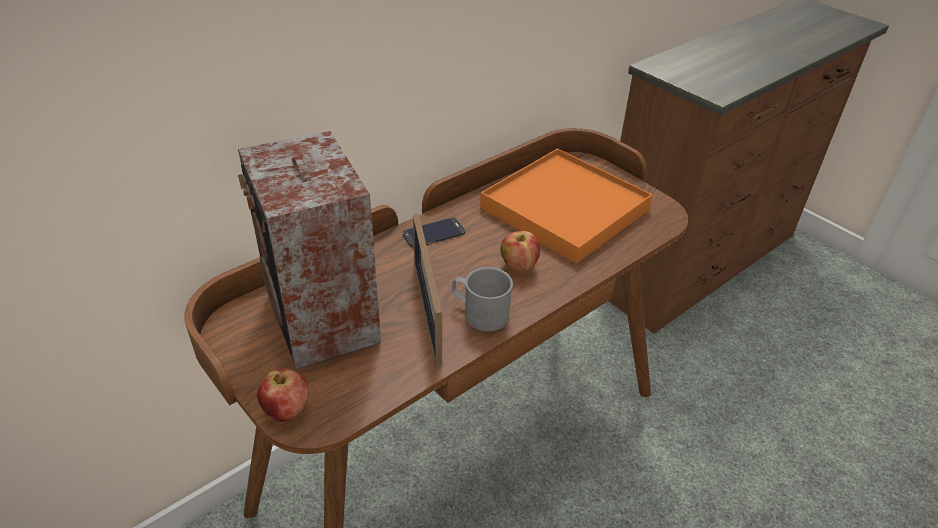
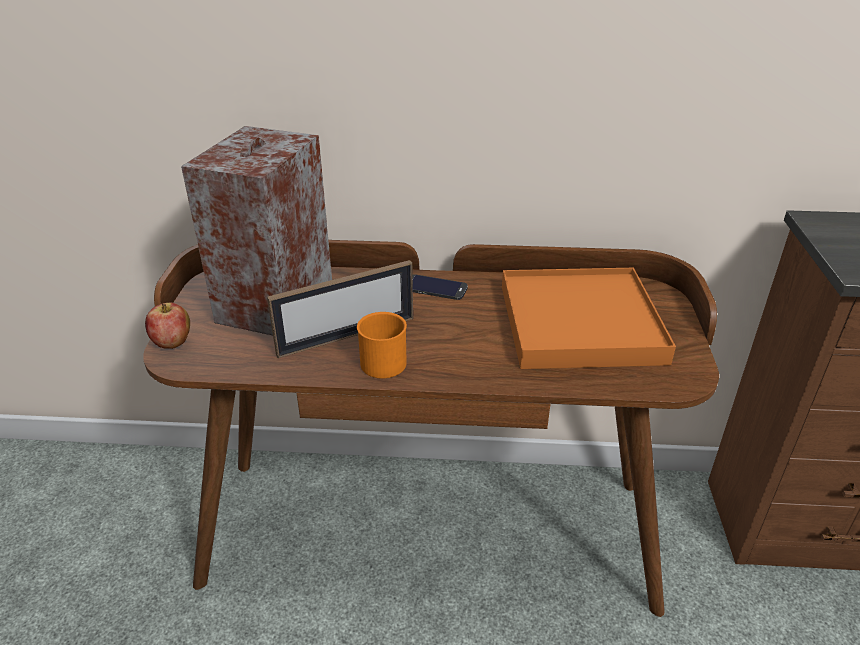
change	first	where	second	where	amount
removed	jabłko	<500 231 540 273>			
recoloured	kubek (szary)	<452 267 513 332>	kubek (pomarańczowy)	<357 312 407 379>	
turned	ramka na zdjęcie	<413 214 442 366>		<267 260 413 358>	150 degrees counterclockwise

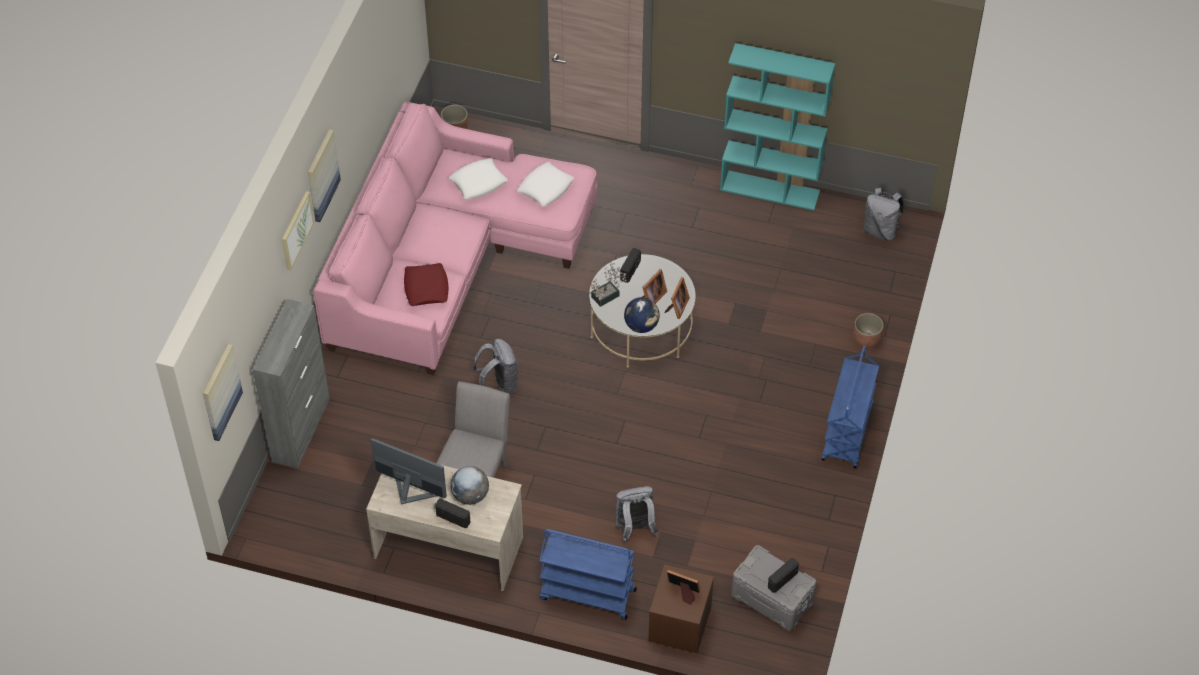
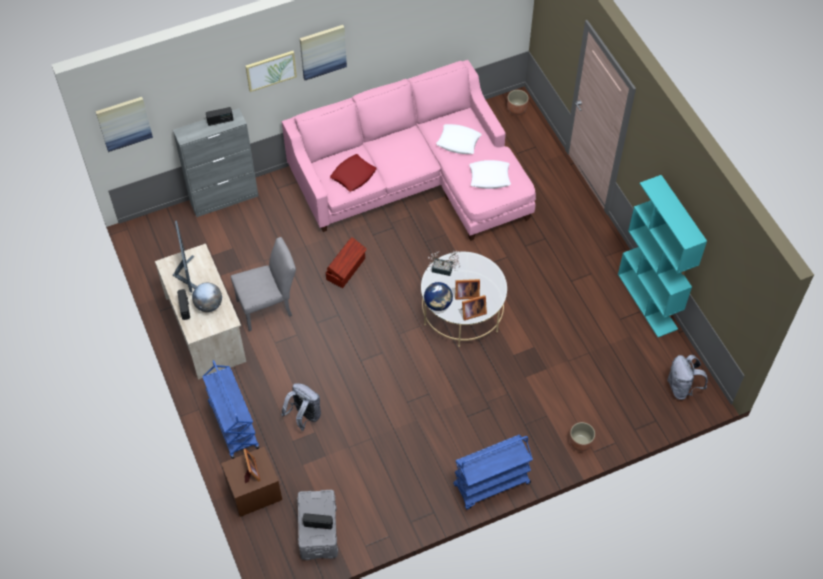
change	first	where	second	where	amount
moved	radio	<620 248 641 283>		<206 107 233 126>	
replaced	plecak (szary)	<473 339 519 394>	pojemnik do przechowywania (brązowy)	<326 237 367 288>	

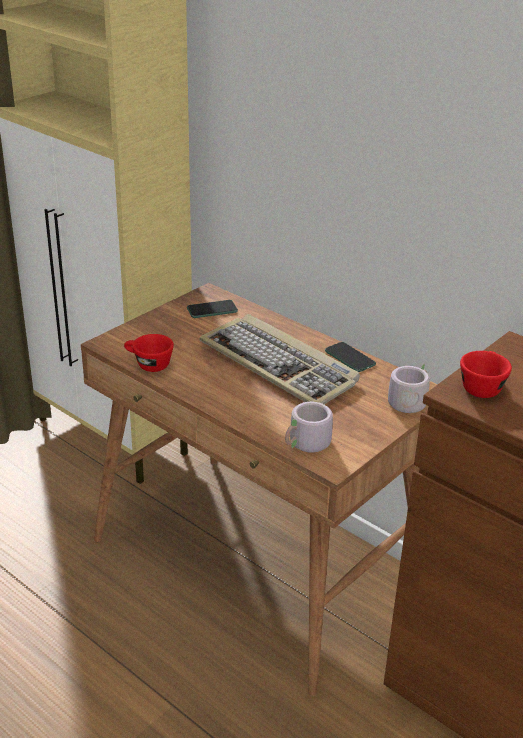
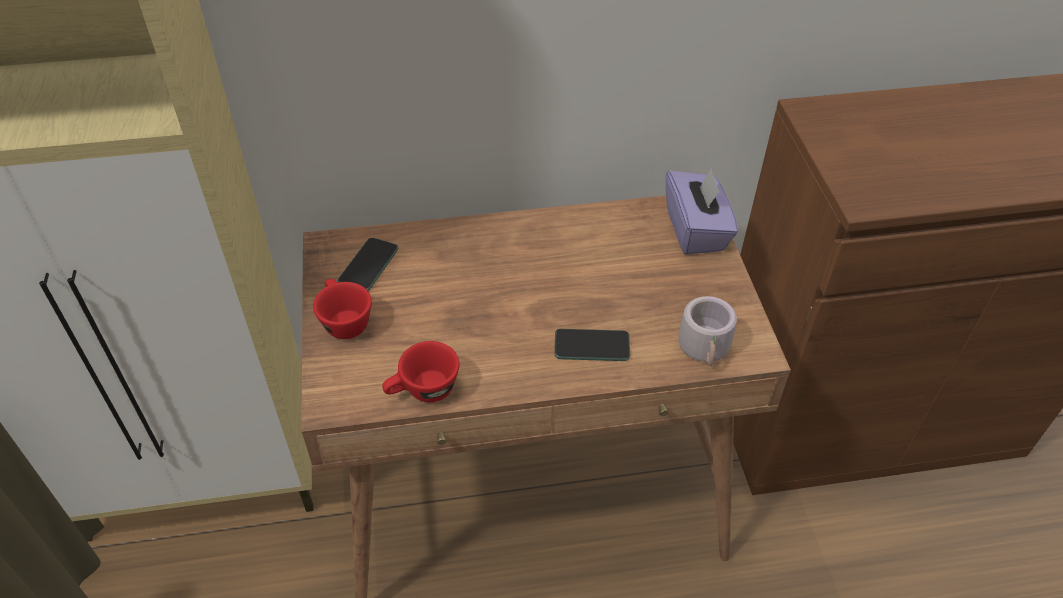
change	first	where	second	where	amount
removed	klawiatura	<200 314 360 405>			
moved	telefon	<325 342 376 372>		<555 329 630 361>	
moved	filiżanka (czerwony)	<460 351 512 398>		<313 279 372 339>	
replaced	kubek (szary)	<378 364 430 413>	pudełko chusteczek (fioletowy)	<666 167 738 255>	

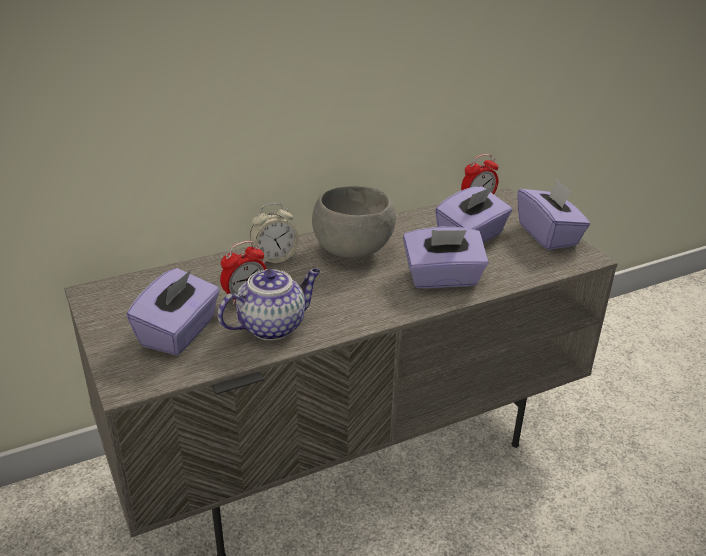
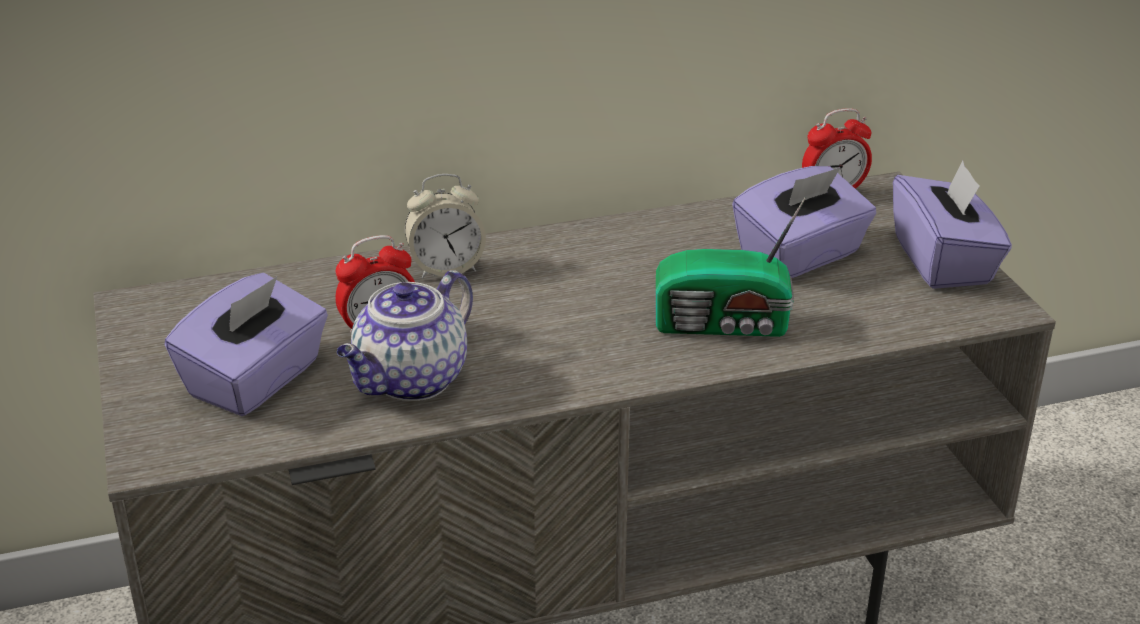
change	first	where	second	where	amount
removed	miska (szary)	<312 186 396 259>			
replaced	pudełko chusteczek (fioletowy)	<403 227 489 289>	radio	<656 197 806 337>	
turned	imbryk	<217 269 320 340>		<337 271 473 401>	150 degrees clockwise

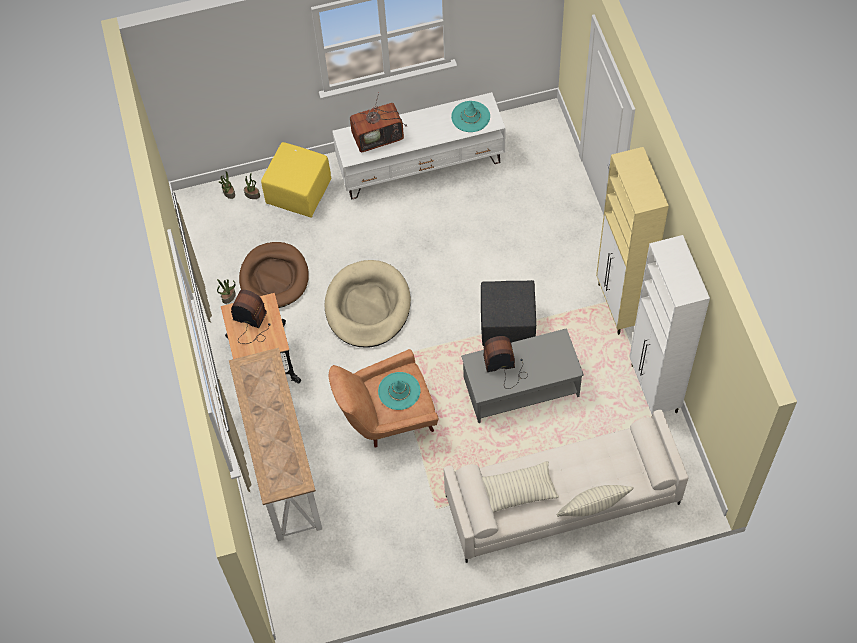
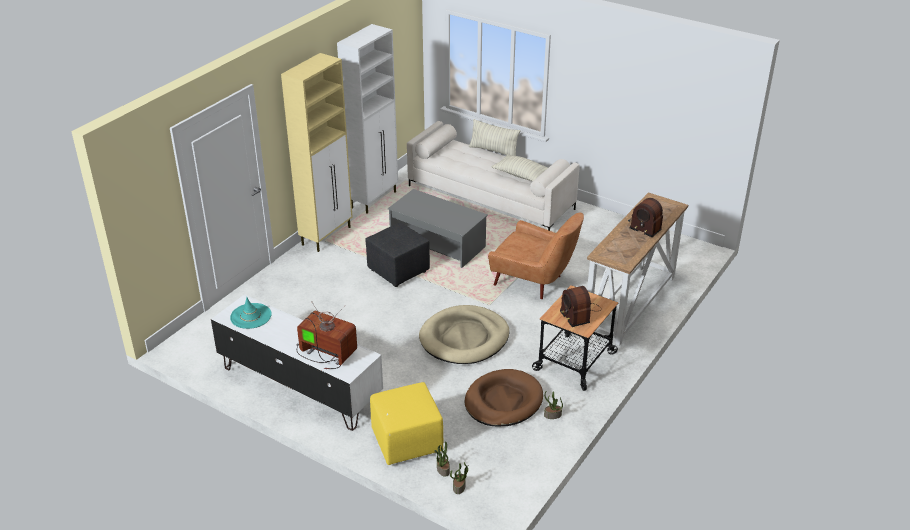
change	first	where	second	where	amount
removed	kapelusz (turkusowy)	<378 372 420 410>			
moved	radio	<483 336 528 389>		<628 198 663 237>	

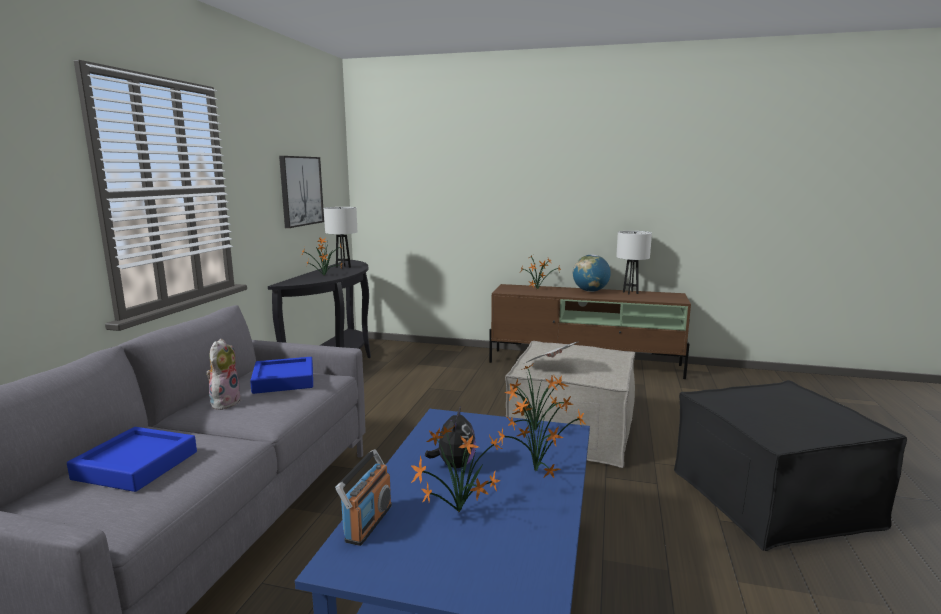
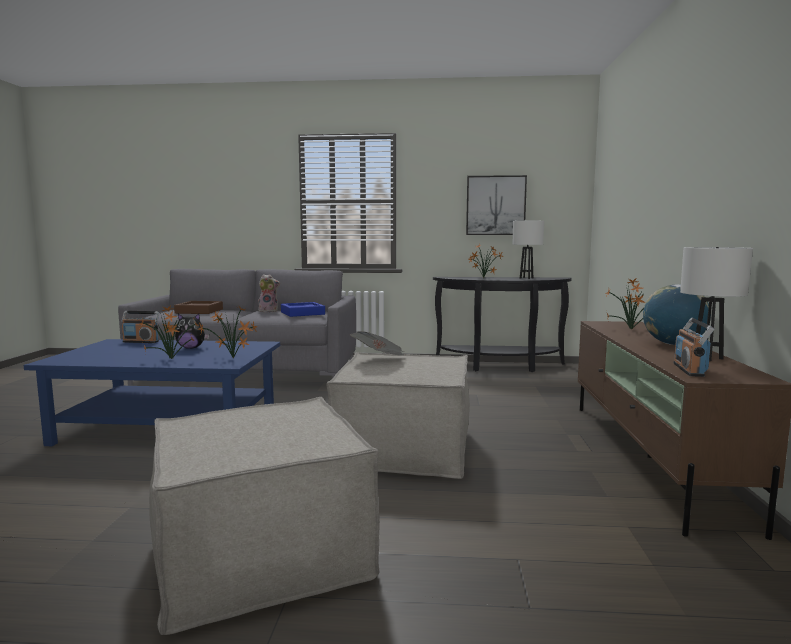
change	first	where	second	where	amount
removed	roślina doniczkowa	<411 425 503 512>			
added			radio	<674 318 715 377>	
recoloured	taca (niebieski)	<67 427 197 492>	taca (brązowy)	<174 301 223 314>	
recoloured	pufa (czarny)	<674 380 907 551>	pufa (beżowy)	<149 397 380 635>	

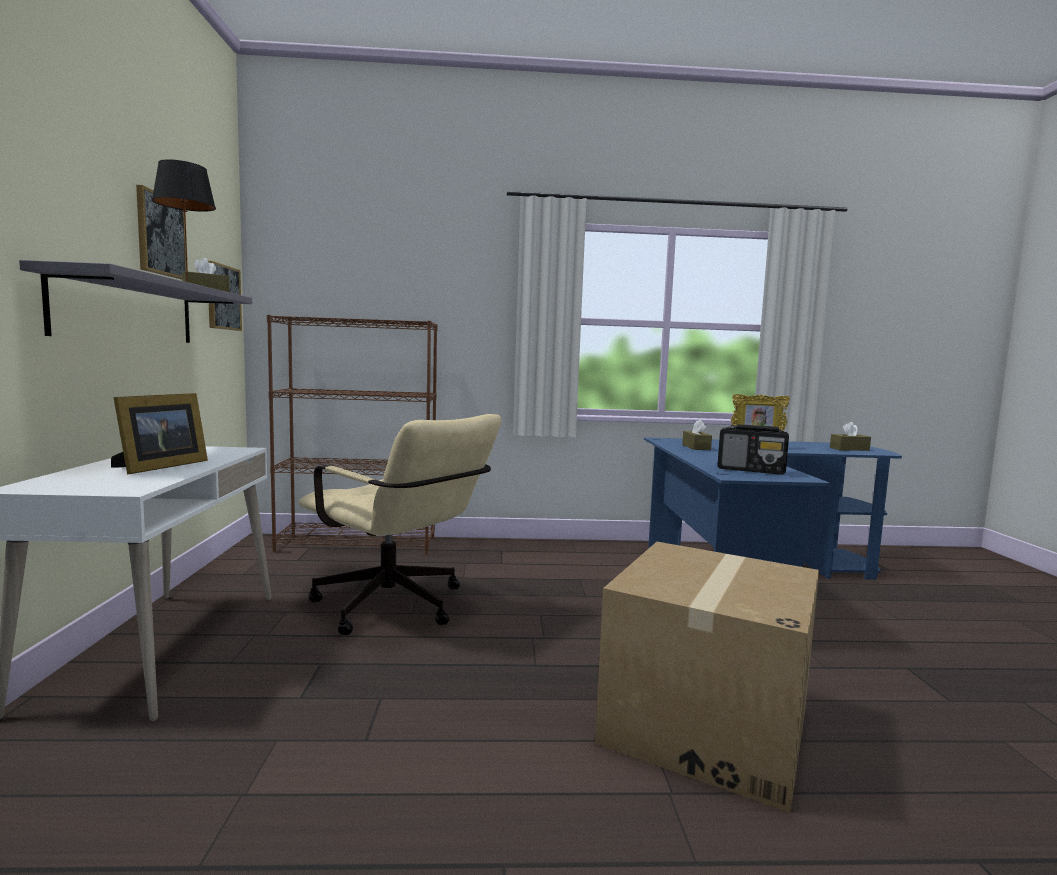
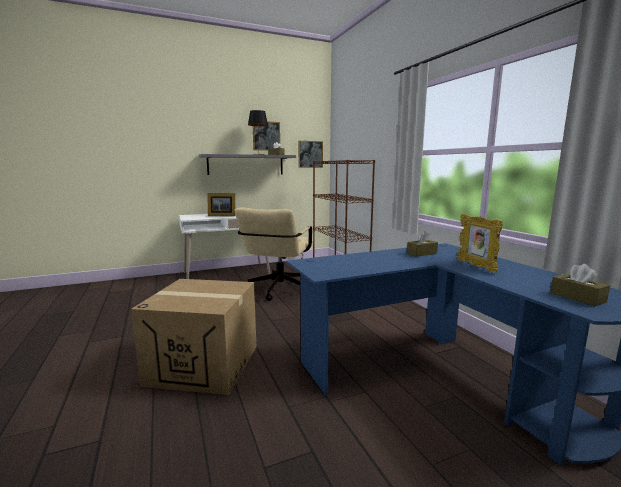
change	first	where	second	where	amount
removed	radio	<718 424 789 475>			

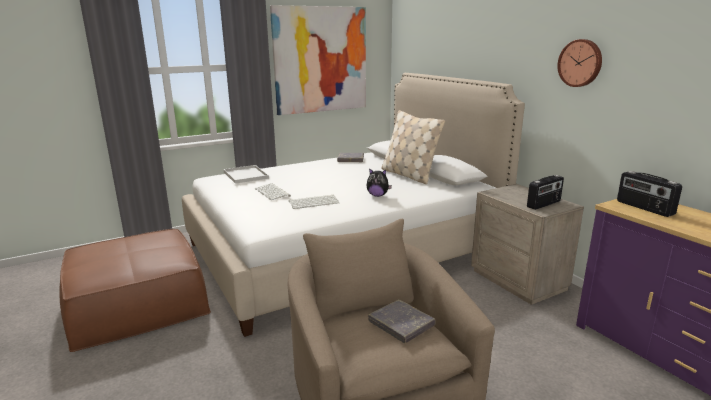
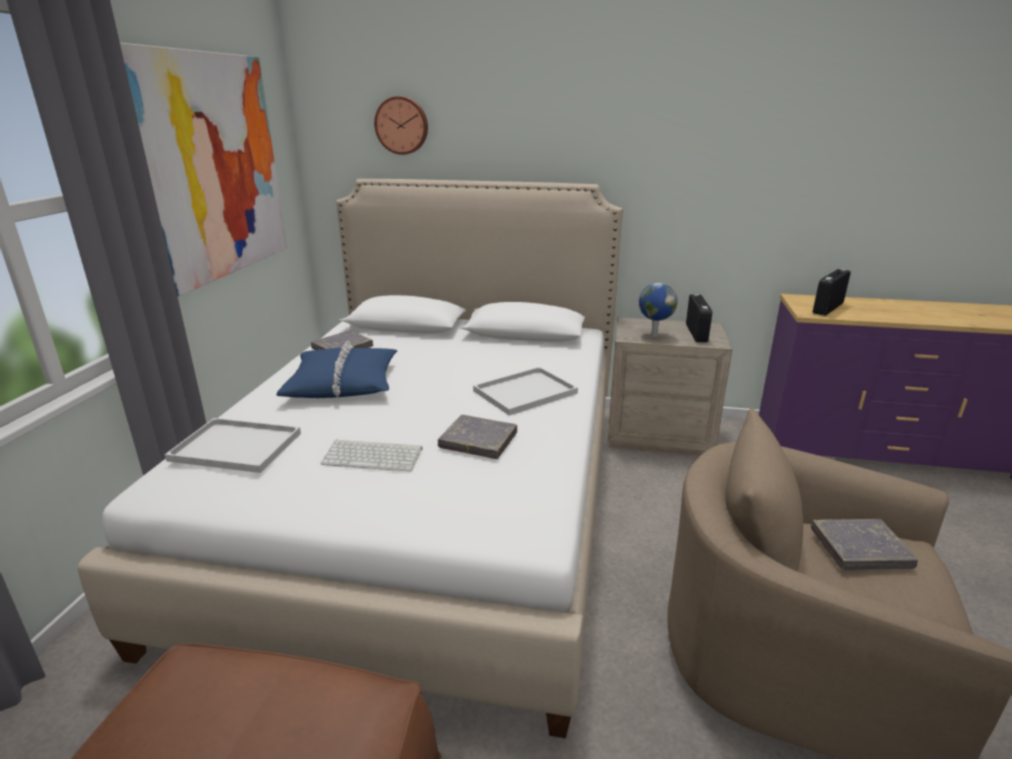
change	first	where	second	where	amount
removed	poduszka (beżowy)	<381 110 445 184>			
added			poduszka (niebieski)	<277 341 397 398>	
added			globus	<639 283 678 337>	
moved	zegar ścienny	<557 39 602 87>		<374 96 428 155>	
replaced	klawiatura	<289 195 339 209>	książka (szary)	<438 415 517 459>	
replaced	pluszak	<367 168 392 197>	taca (biały)	<473 367 578 415>	
turned	radio	<617 171 682 217>		<813 269 851 316>	120 degrees clockwise

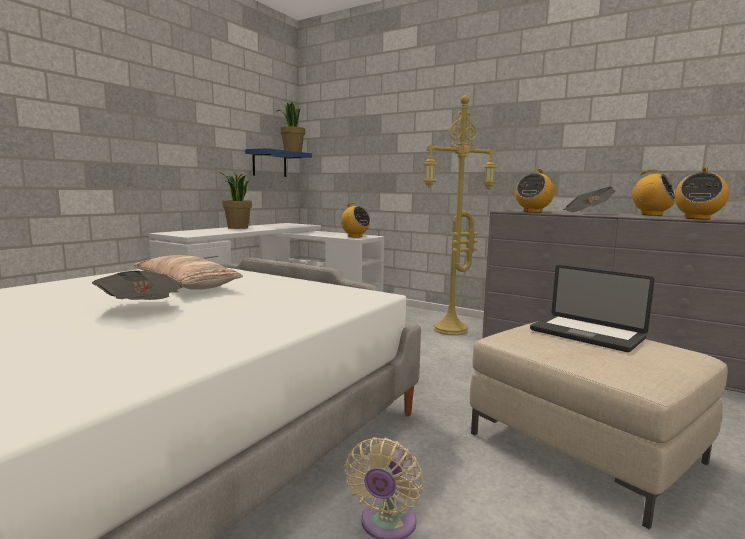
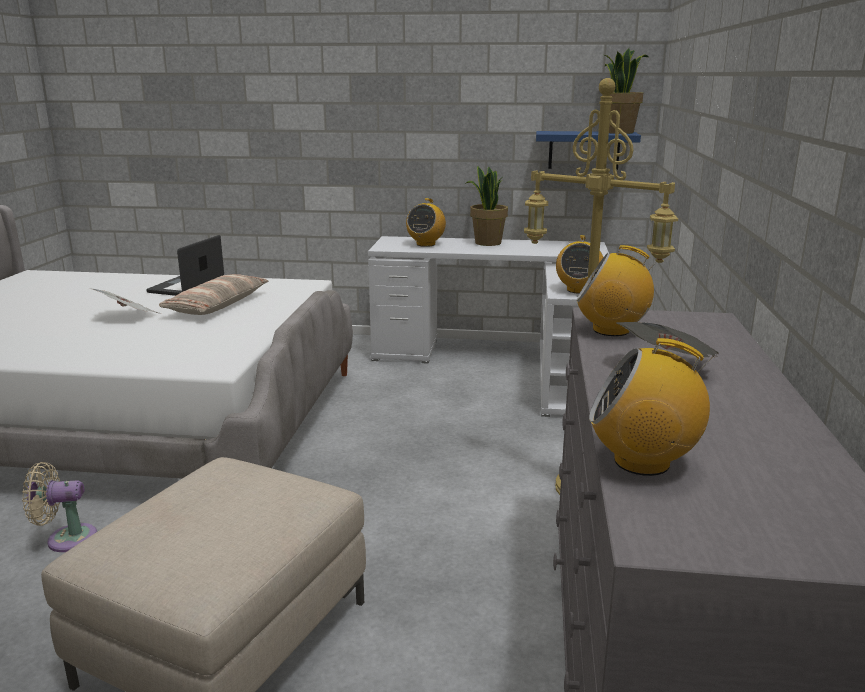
change	first	where	second	where	amount
moved	laptop	<530 265 655 352>		<146 235 224 296>	
moved	radio	<632 169 675 216>		<406 198 446 247>	

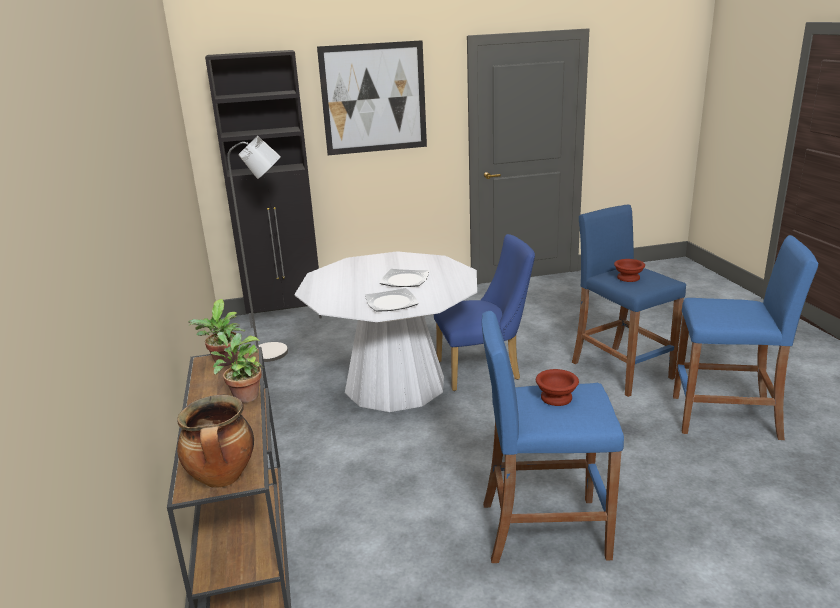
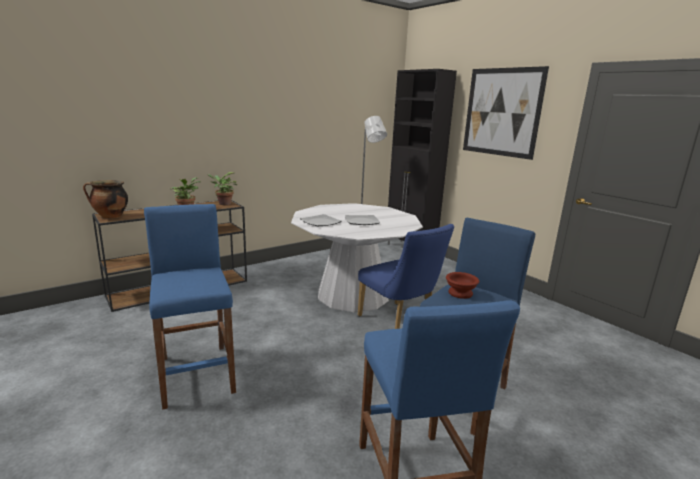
change	first	where	second	where	amount
removed	miska (brązowy)	<536 369 579 406>			

